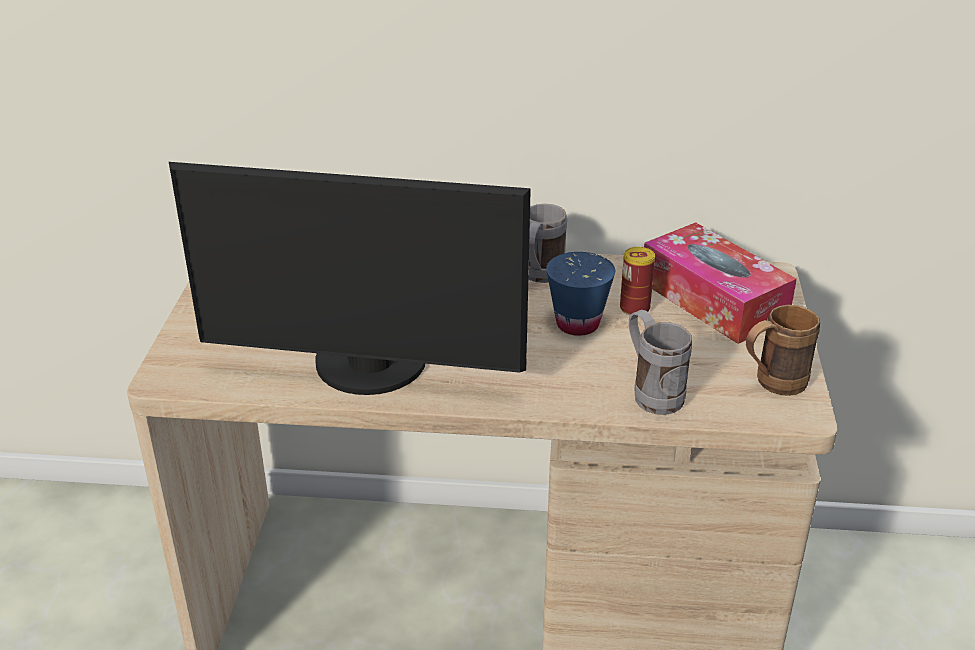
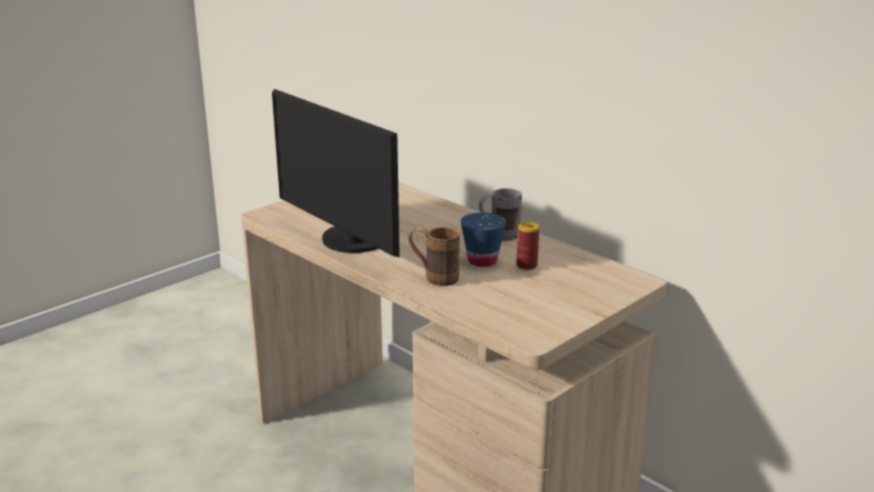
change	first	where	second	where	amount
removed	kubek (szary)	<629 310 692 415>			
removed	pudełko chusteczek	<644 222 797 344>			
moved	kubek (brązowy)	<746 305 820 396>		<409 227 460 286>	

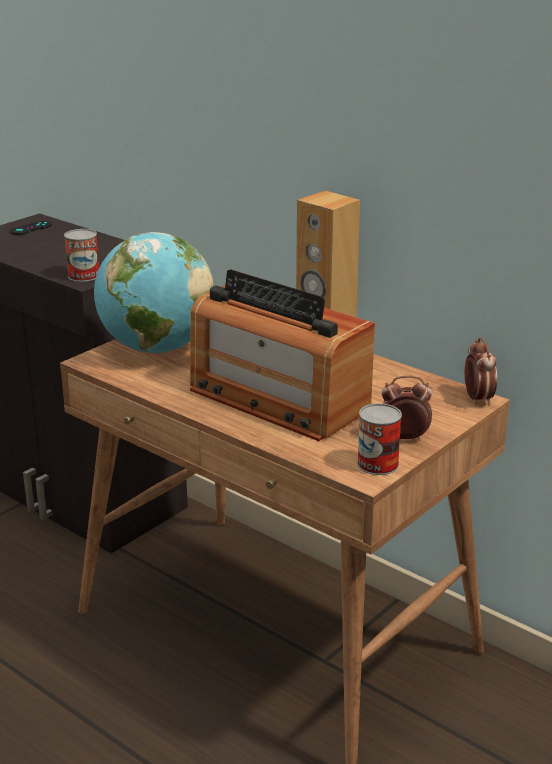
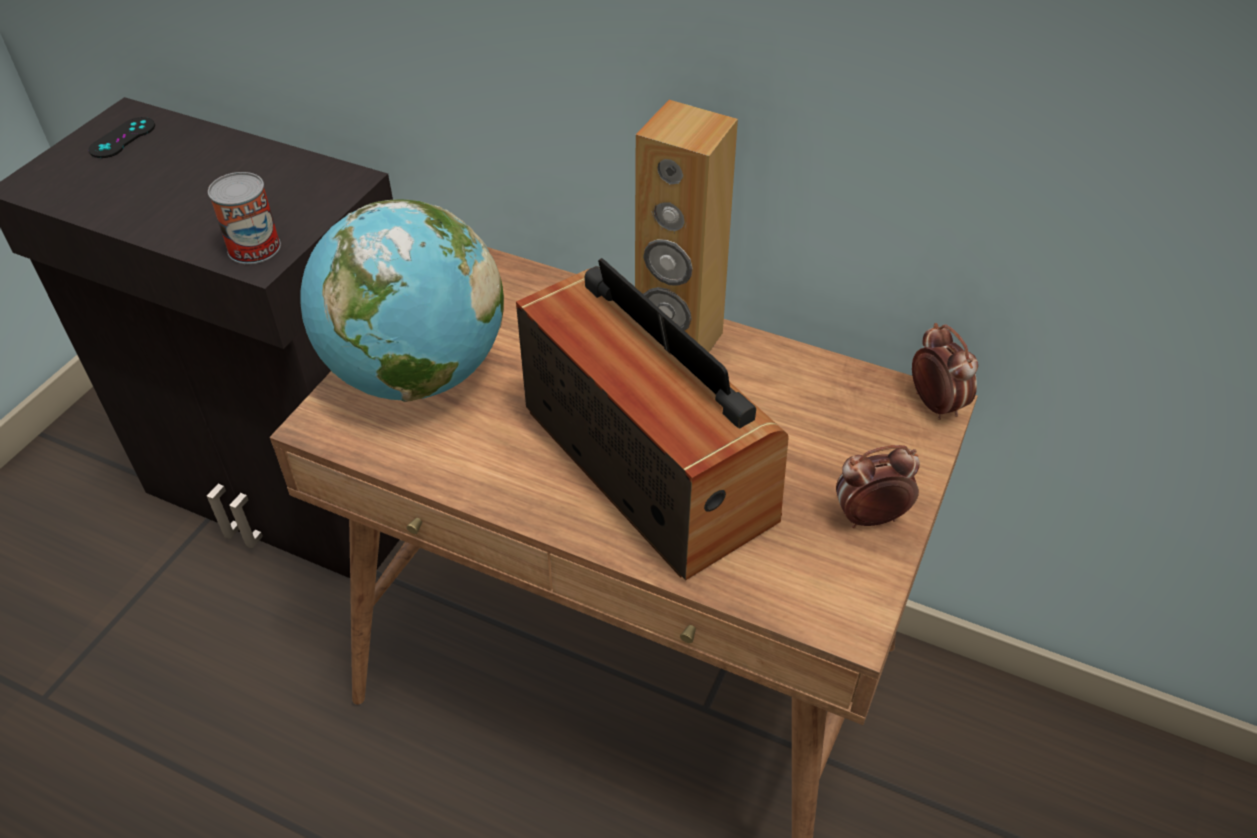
change	first	where	second	where	amount
removed	puszka	<357 403 402 475>			
turned	radio	<190 270 375 441>		<516 258 789 581>	150 degrees counterclockwise

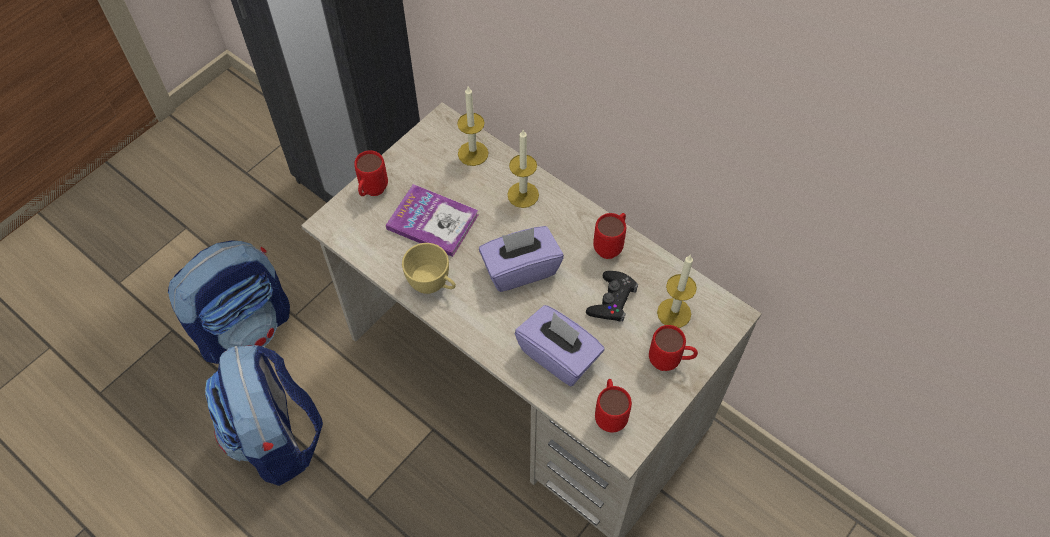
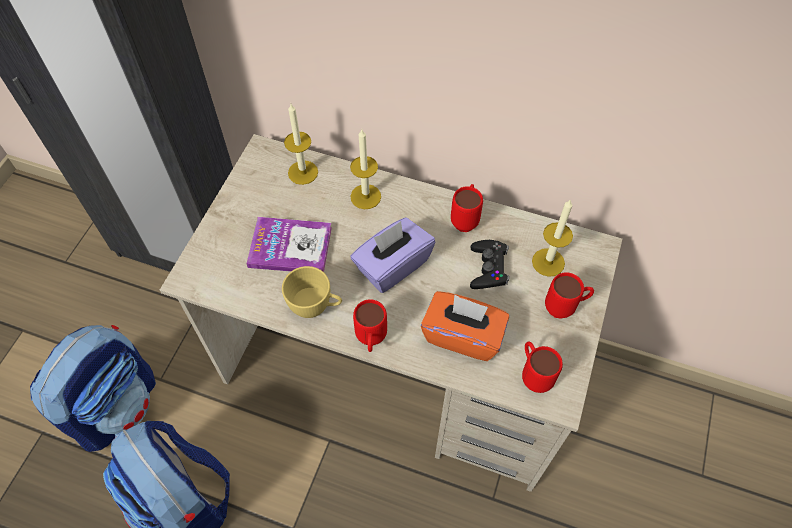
change	first	where	second	where	amount
moved	kubek (czerwony)	<354 150 388 196>		<353 299 387 352>	
recoloured	pudełko chusteczek (fioletowy)	<515 305 605 387>	pudełko chusteczek (pomarańczowy)	<421 291 509 361>	

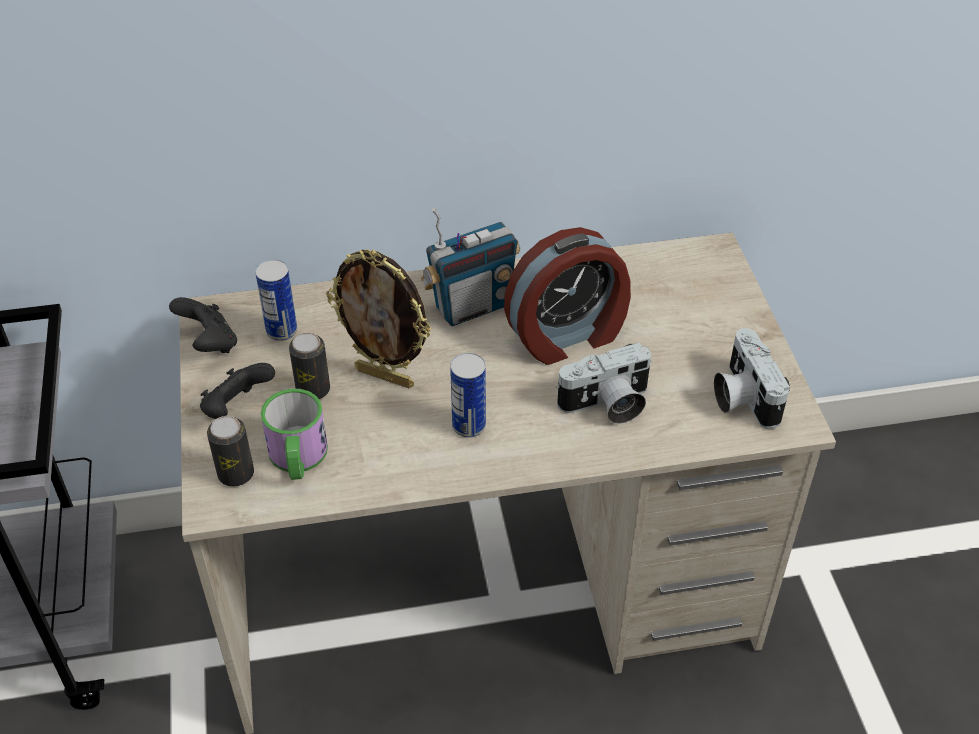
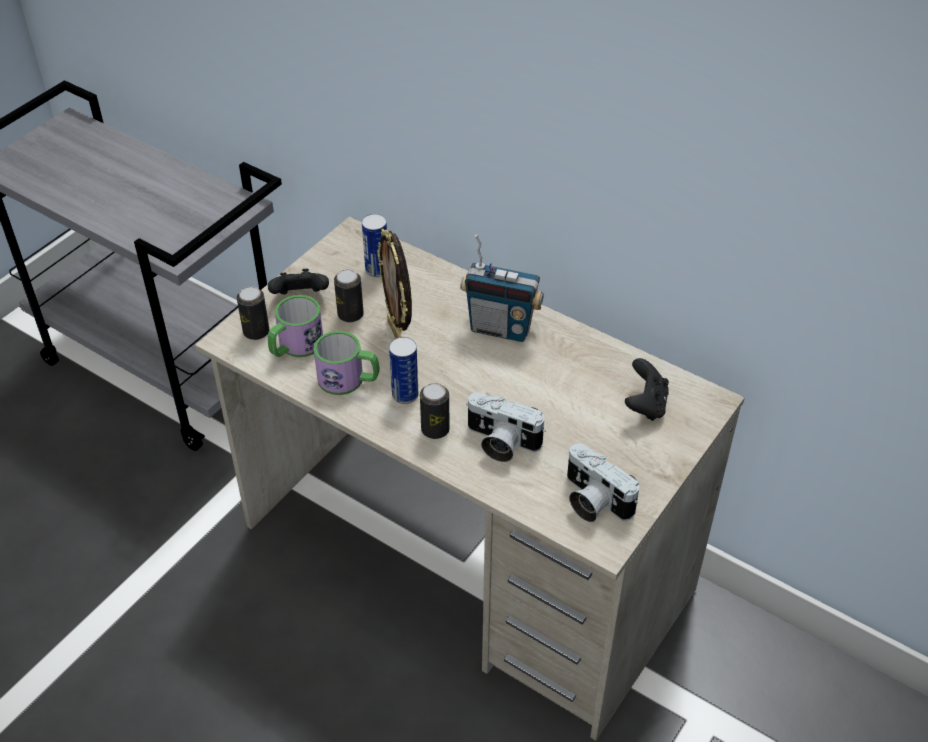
change	first	where	second	where	amount
removed	budzik	<504 227 631 365>			
added			kubek	<314 331 380 395>	
added			puszka	<420 383 450 439>	
moved	pad do gier (czarny)	<169 297 237 353>		<625 358 669 421>	
turned	aparat fotograficzny	<714 328 790 429>		<567 443 640 522>	75 degrees counterclockwise

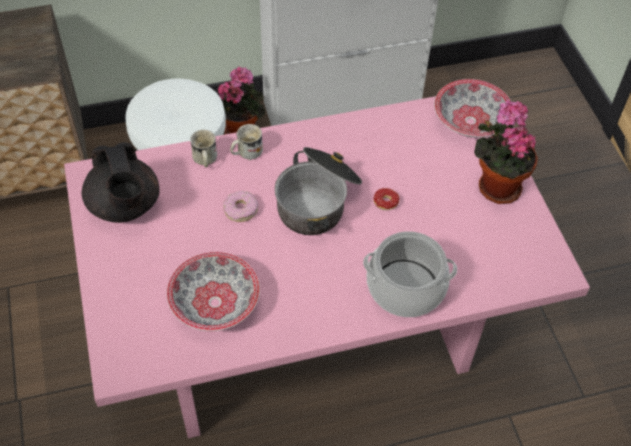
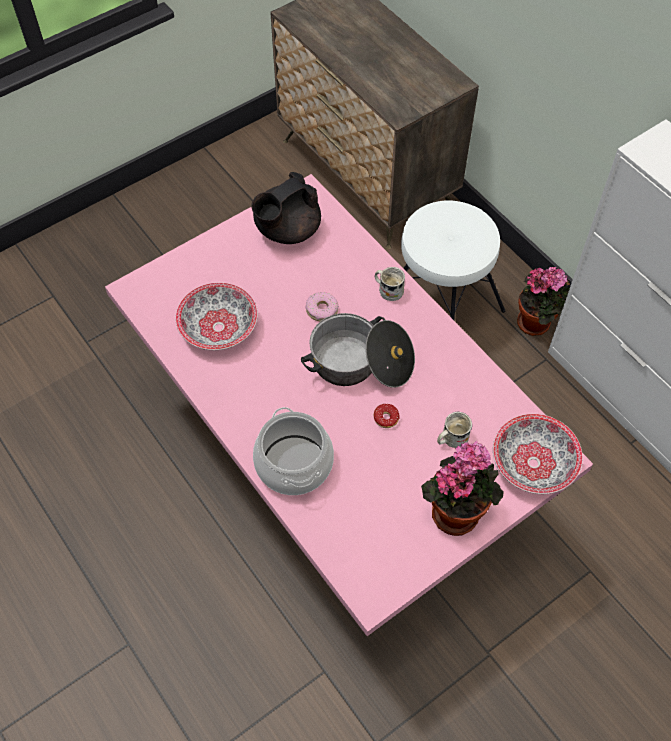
change	first	where	second	where	amount
moved	kubek (biały)	<190 130 217 167>		<437 412 472 448>	

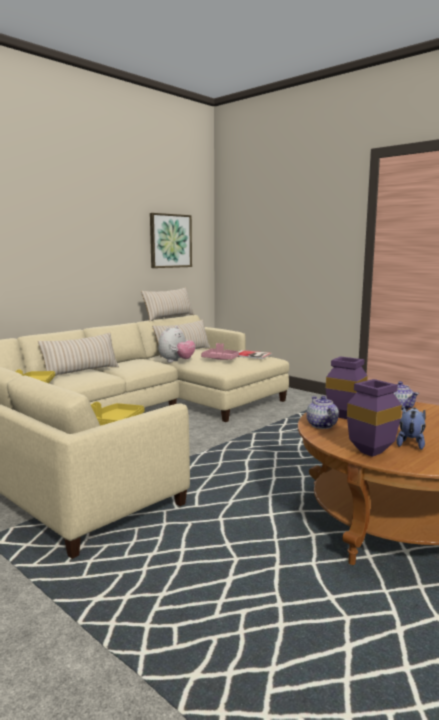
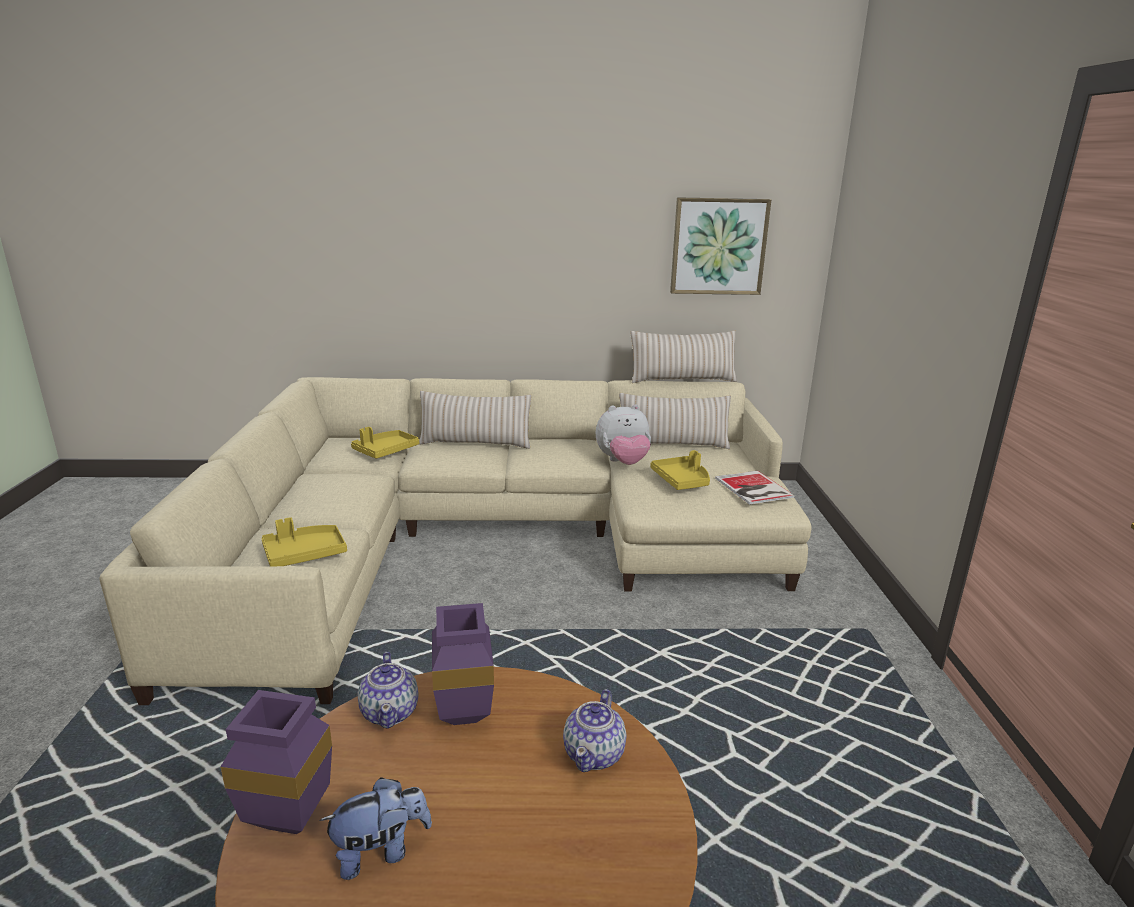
change	first	where	second	where	amount
recoloured	taca (różowy)	<201 343 239 360>	taca (żółty)	<650 450 710 490>	
turned	imbryk	<306 396 339 429>		<358 652 418 729>	135 degrees clockwise

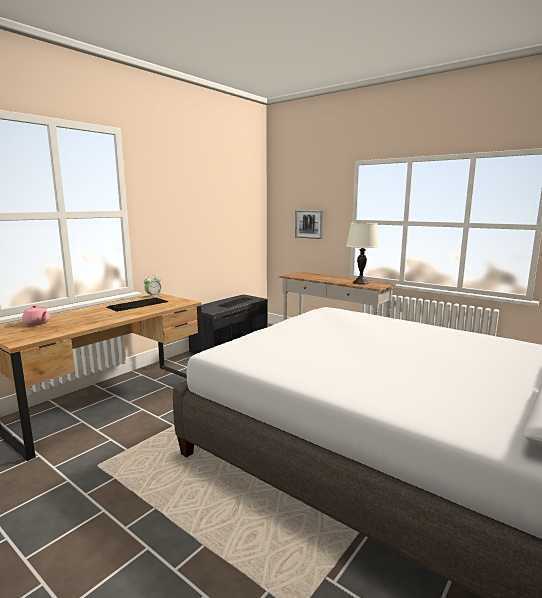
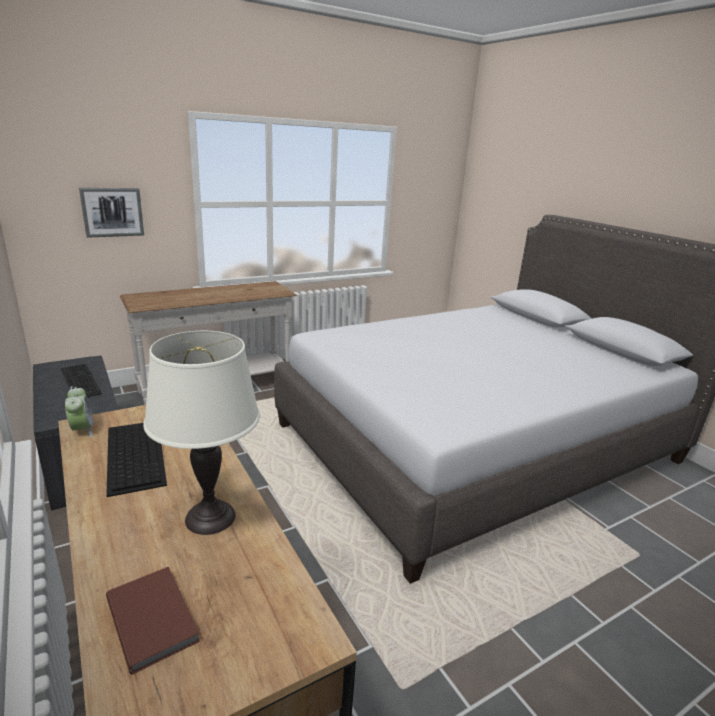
change	first	where	second	where	amount
moved	lampa stołowa (biały)	<346 222 380 285>		<143 331 260 535>	
replaced	imbryk (różowy)	<22 305 50 326>	książka (brązowy)	<106 566 200 674>	

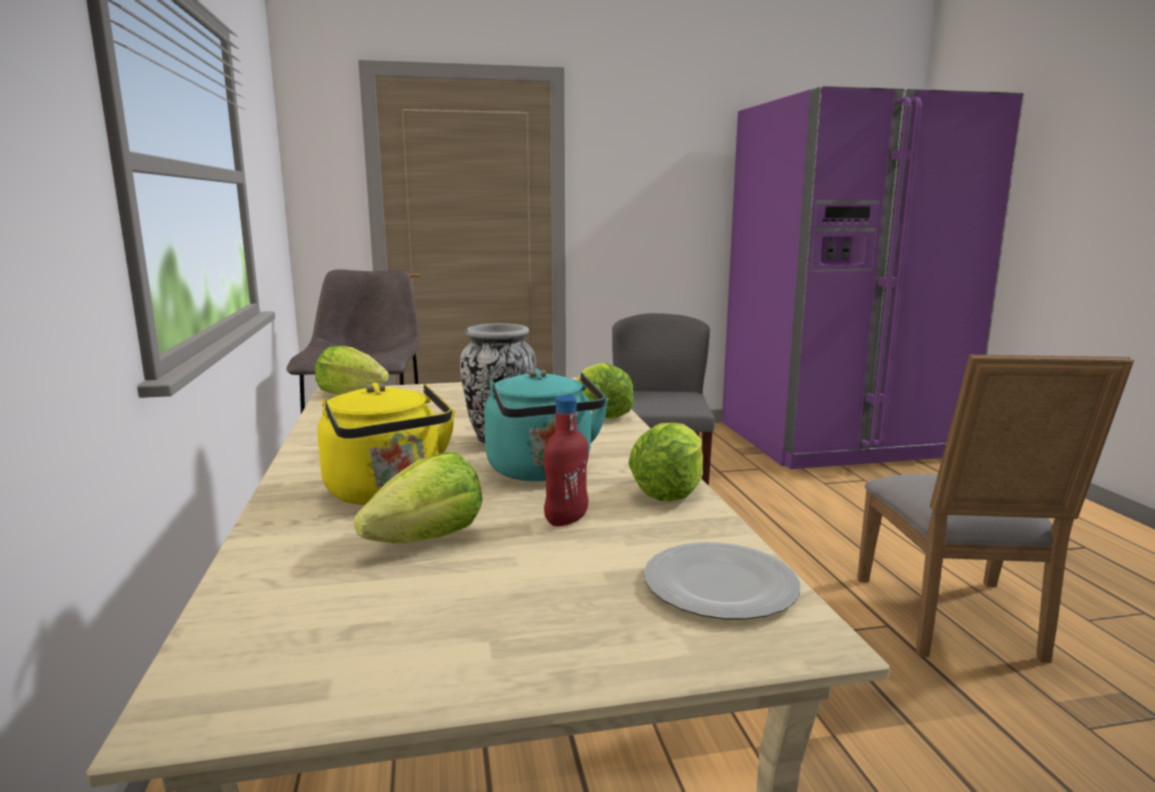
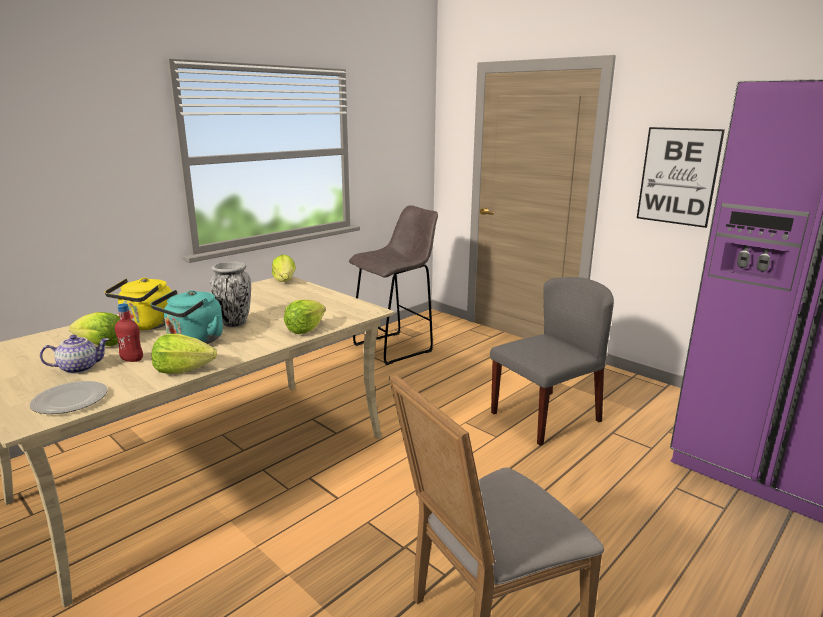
change	first	where	second	where	amount
added			imbryk	<40 335 109 374>	
added			obraz	<637 127 725 228>	

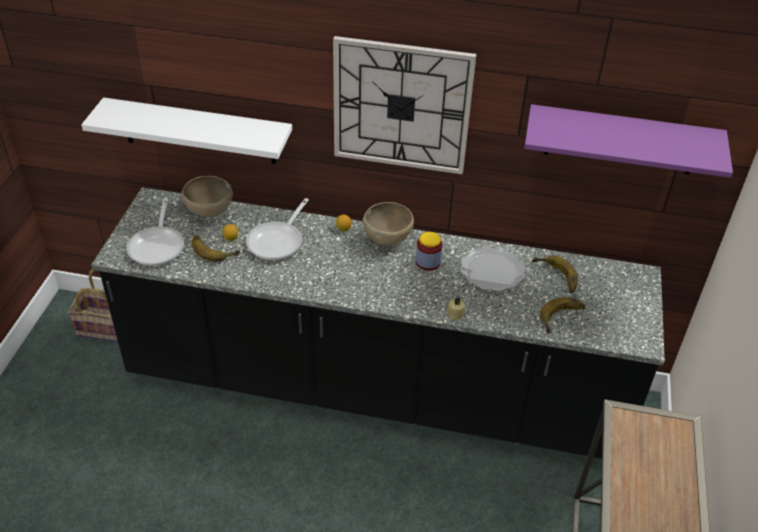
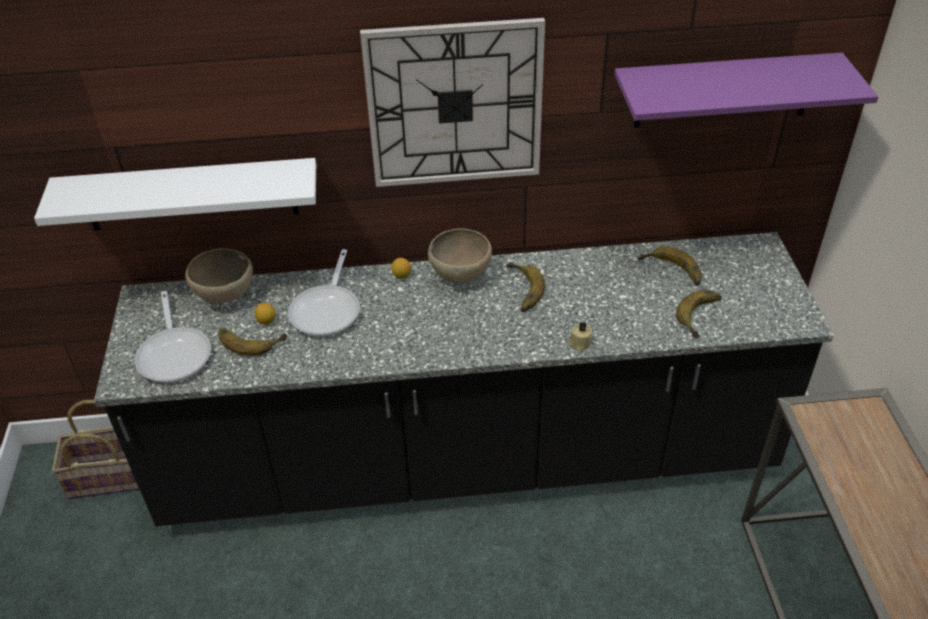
change	first	where	second	where	amount
removed	talerz	<460 246 524 291>			
replaced	słoik	<416 232 442 271>	banan	<506 262 545 312>	

